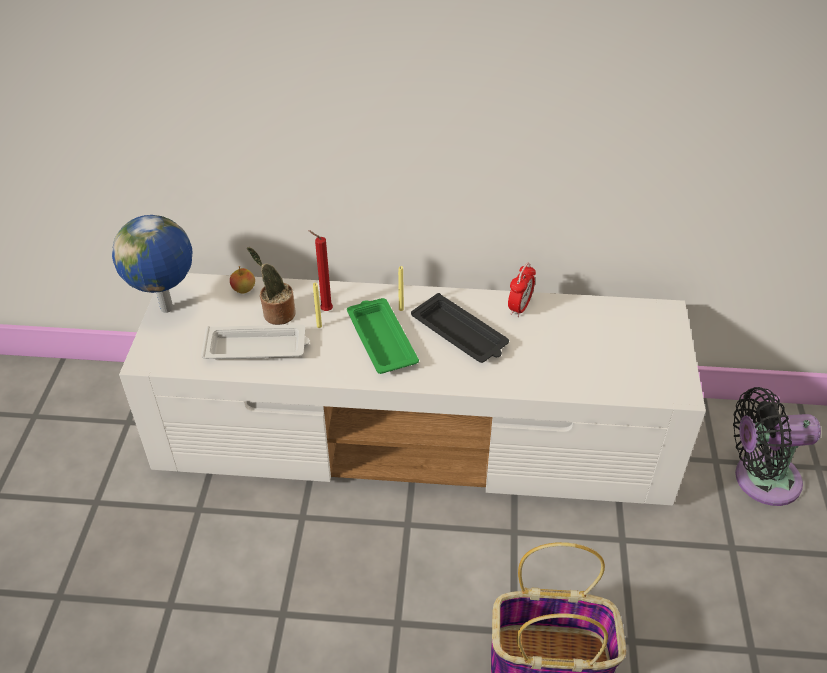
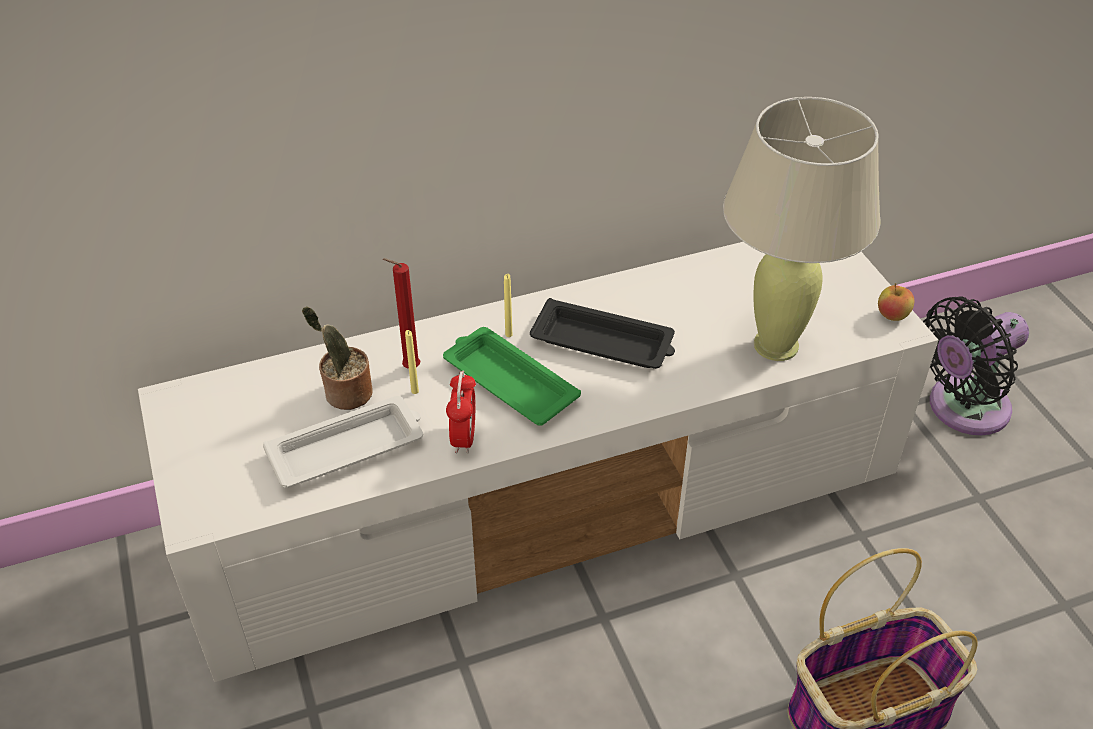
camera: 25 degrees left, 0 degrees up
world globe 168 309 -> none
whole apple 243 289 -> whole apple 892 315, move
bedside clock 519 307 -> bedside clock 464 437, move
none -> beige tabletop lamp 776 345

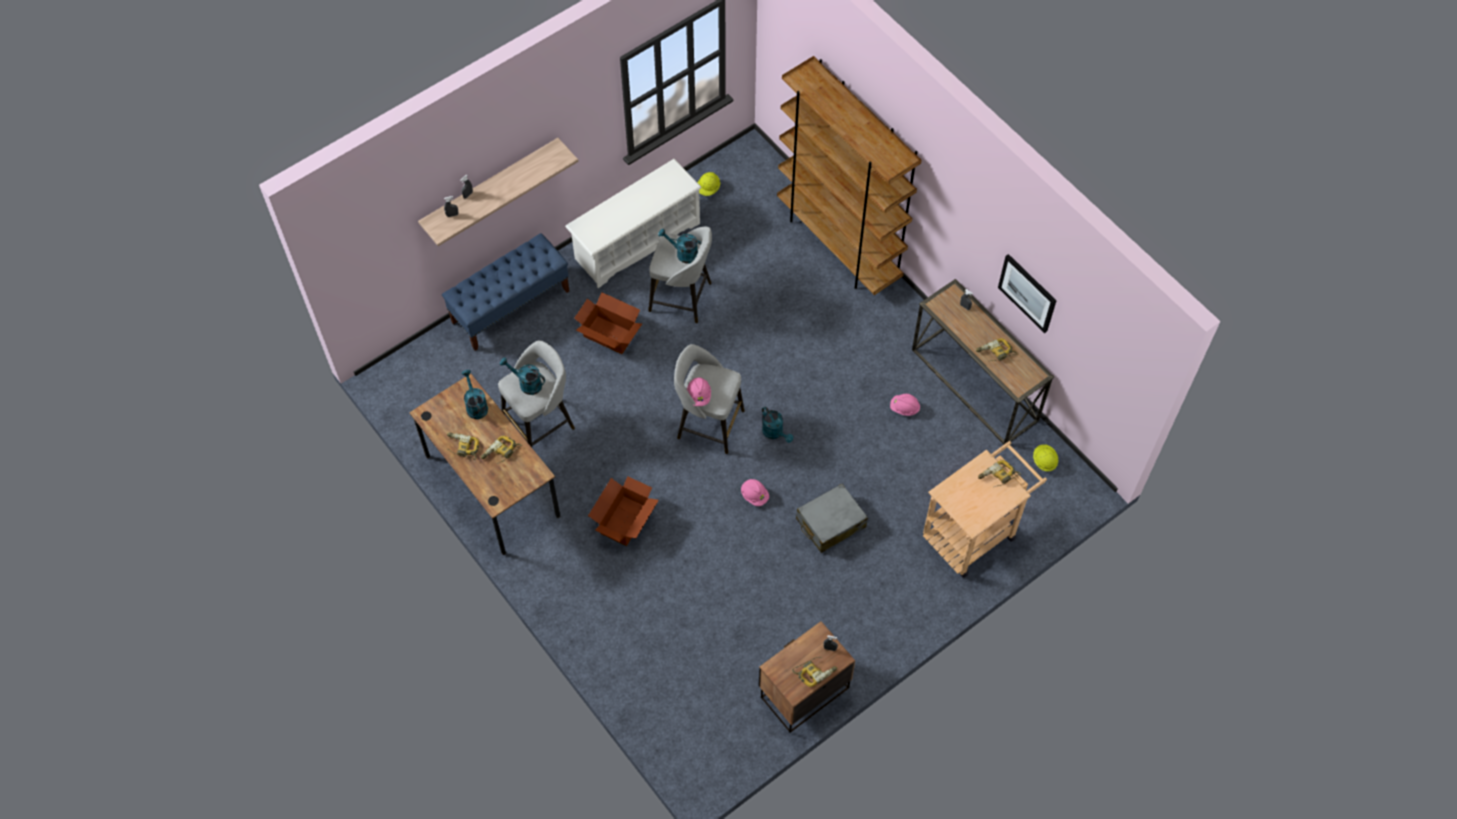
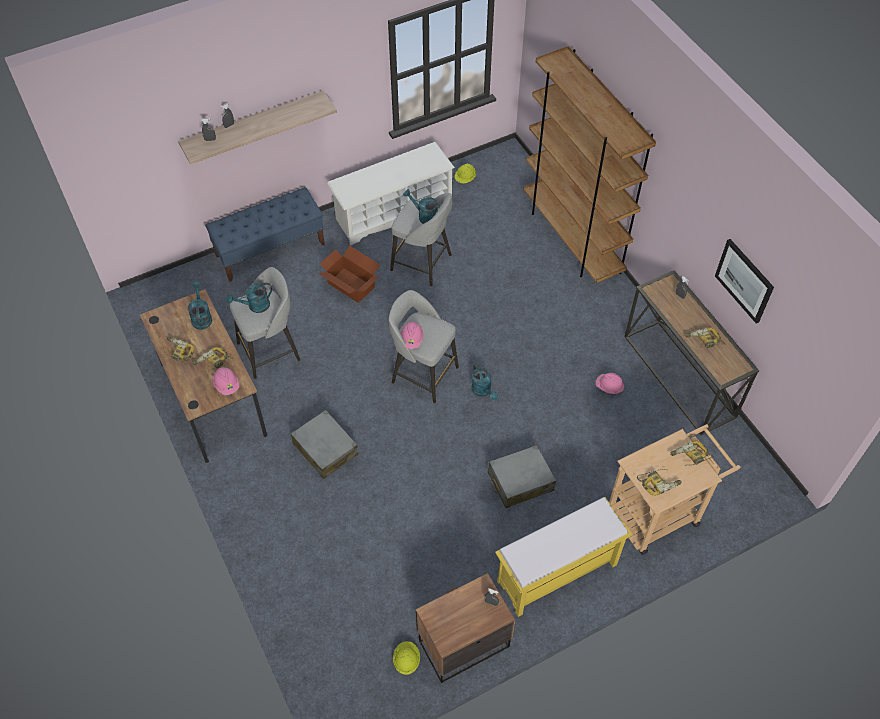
camera: 10 degrees right, 5 degrees down
blue-green watering can 526 383 -> blue-green watering can 255 306, 60 degrees counterclockwise
carton 624 521 -> gray suitcase 325 449
pink work helmet 754 495 -> pink work helmet 227 385, move
drill 815 671 -> drill 658 482, move
yellow-coloured work helmet 1044 461 -> yellow-coloured work helmet 406 660, move
none -> yellow-coloured long seat 556 574

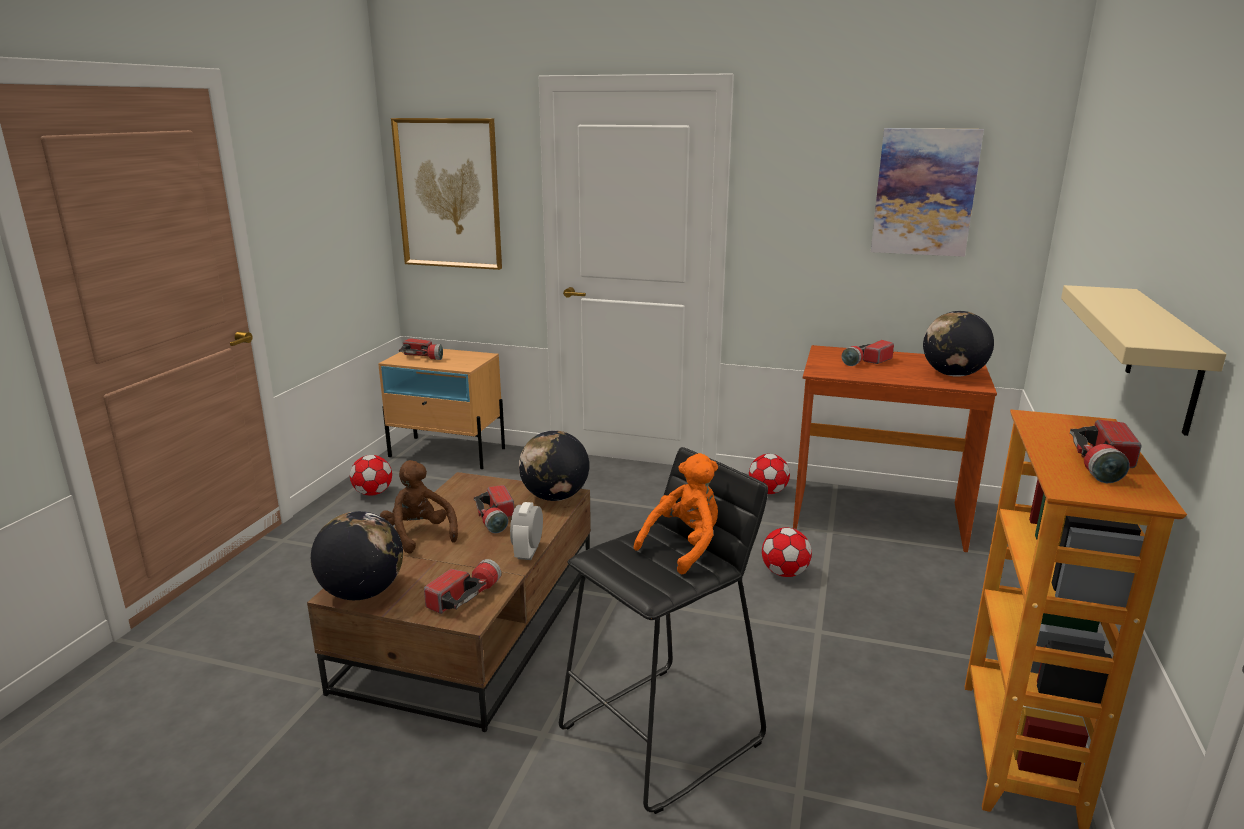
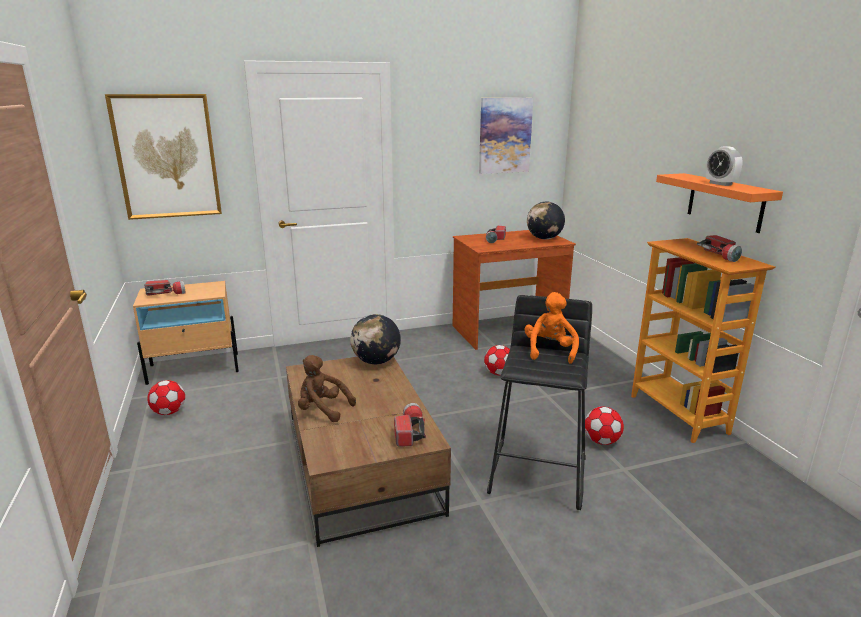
camera: 35 degrees left, 0 degrees up
world globe 362 592 -> none
flashlight 496 518 -> none
bedside clock 528 552 -> bedside clock 720 184, move
football 767 492 -> football 601 441, move
beige bracket shelf 1164 359 -> orangey bracket shelf 725 202

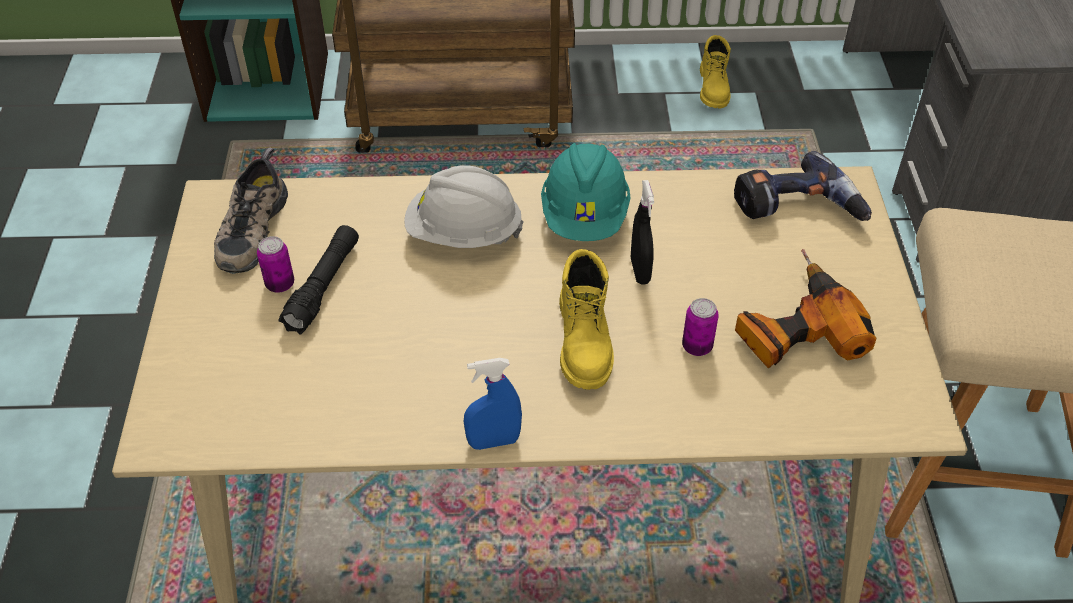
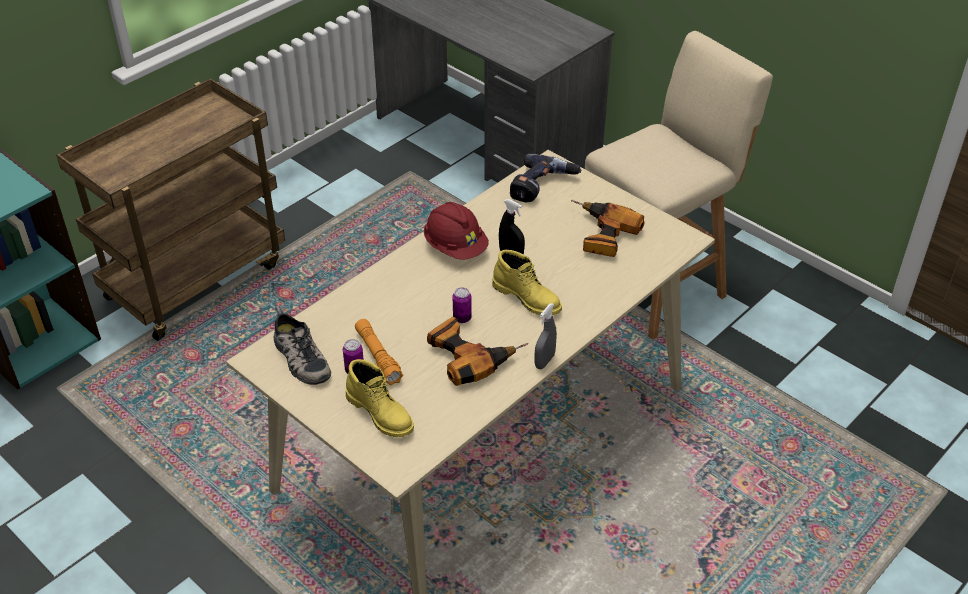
camera: 45 degrees left, 5 degrees down
black-coloured flashlight 323 287 -> orangey flashlight 378 357
white work helmet 463 233 -> none
bluish hand sprayer 493 441 -> gray hand sprayer 544 361
blue-green work helmet 585 216 -> reddish work helmet 455 247
metal can 697 346 -> metal can 462 318, move
yellow-coloured boot 714 89 -> yellow-coloured boot 381 413, move
none -> drill 470 355

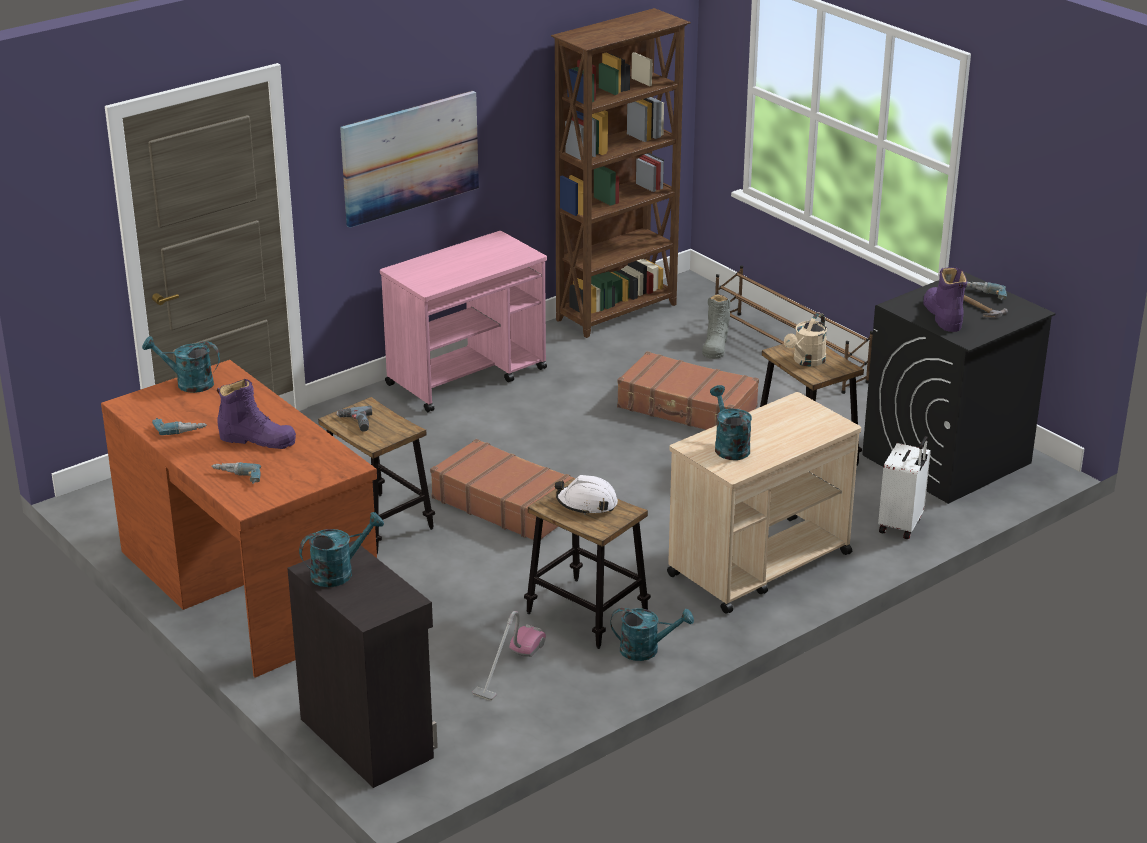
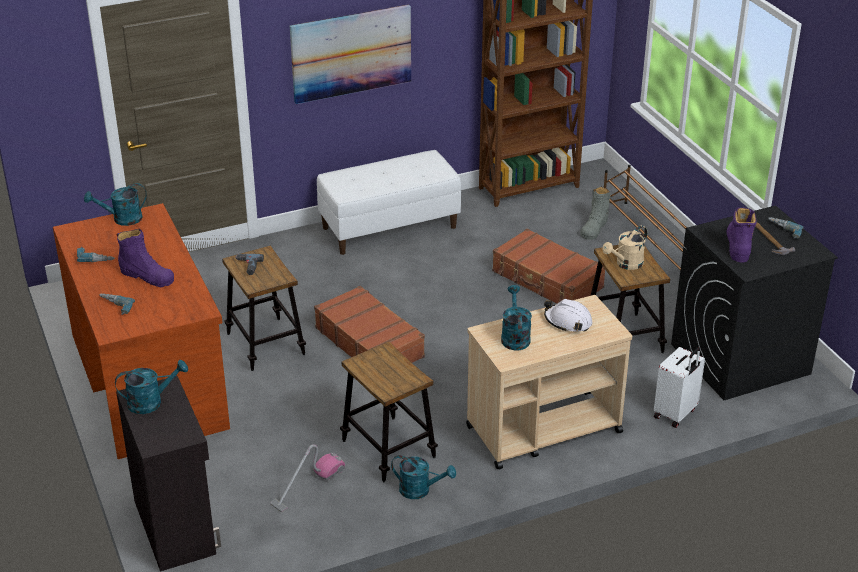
camera: 15 degrees right, 5 degrees up
blue-green watering can 188 383 -> blue-green watering can 122 219, 45 degrees counterclockwise
pink wheeled cart 468 376 -> white long seat 389 227
white work helmet 587 503 -> white work helmet 568 321, move

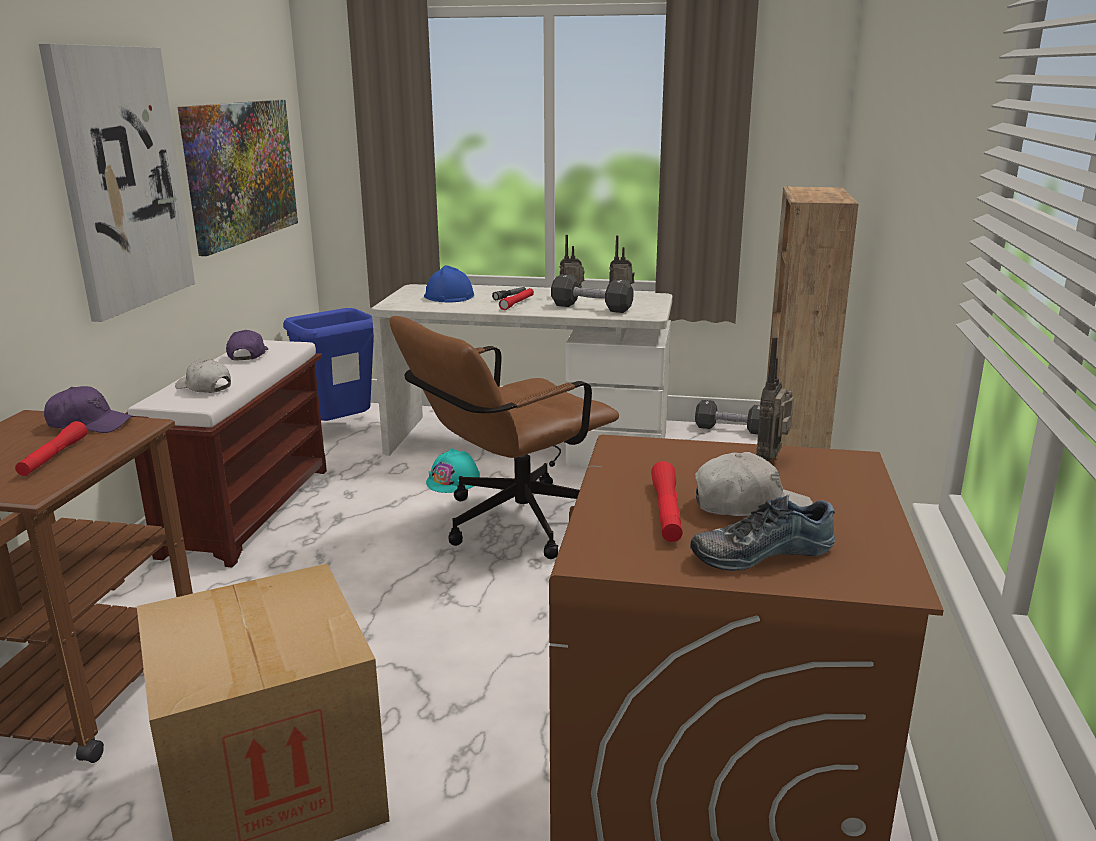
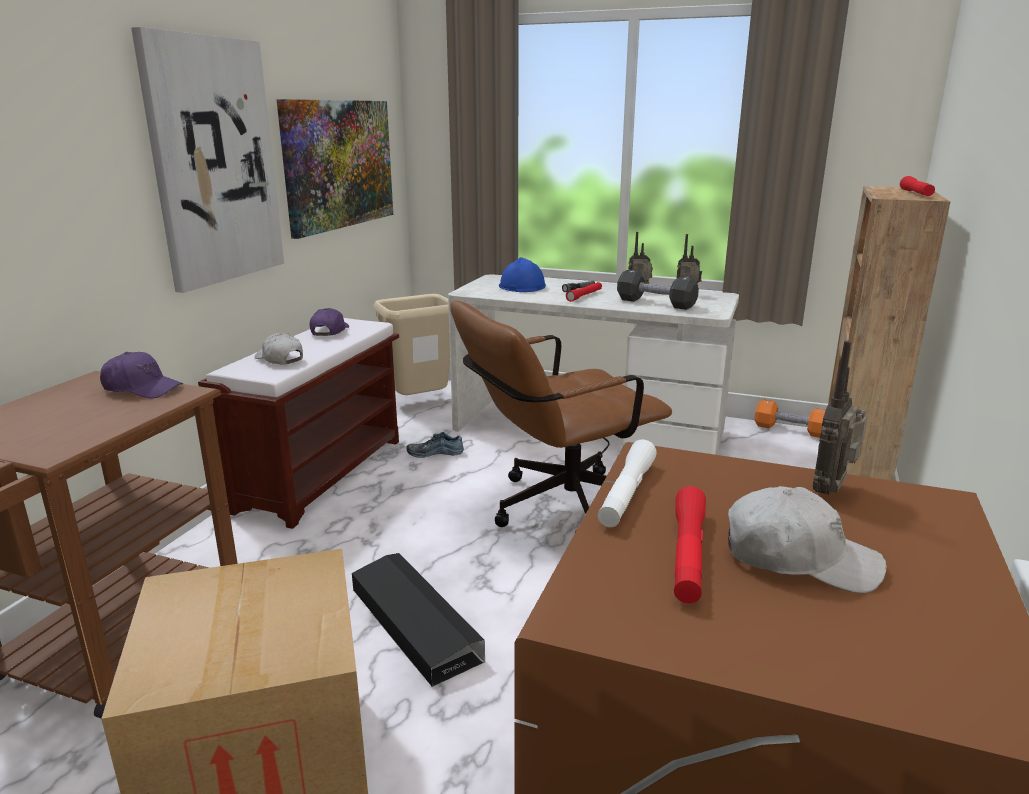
camera: 10 degrees right, 0 degrees up
reddish flashlight 53 457 -> reddish flashlight 916 194, move
bluish trash can 341 430 -> beige trash can 420 404
blue-green work helmet 453 481 -> none
item of footwear 759 551 -> item of footwear 435 452, move
black-coloured hand weight 731 429 -> orangey hand weight 790 430
none -> black-coloured storage bin 414 623
none -> white flashlight 626 493

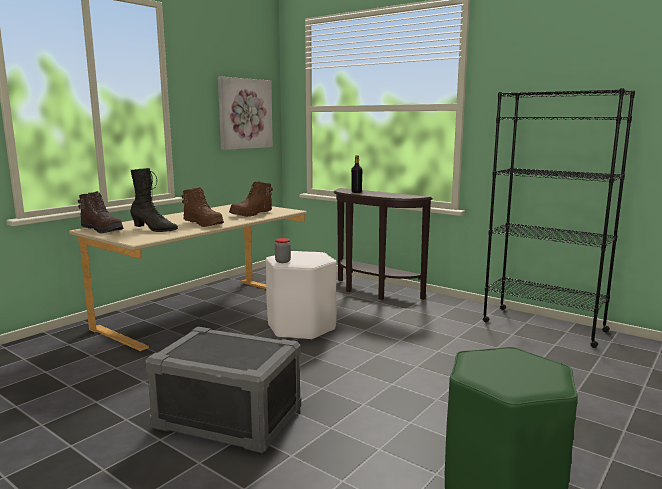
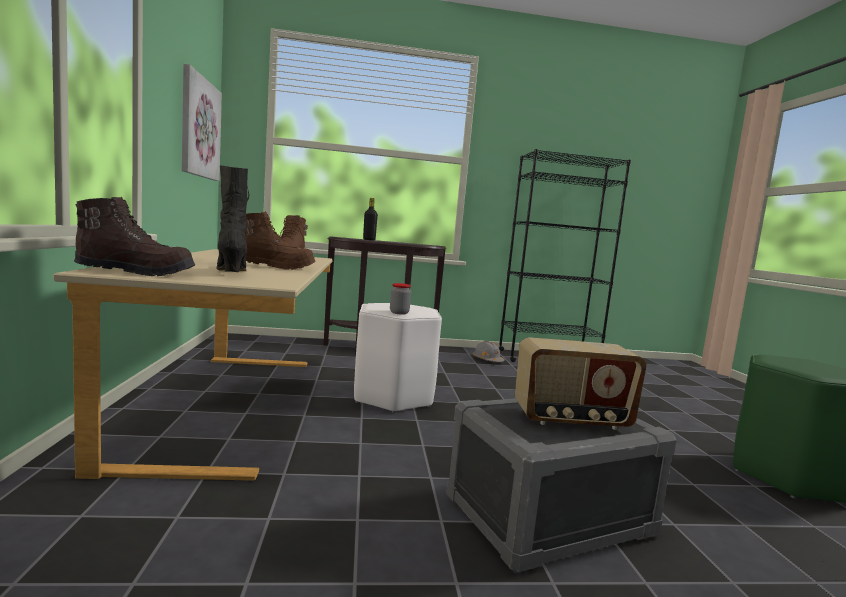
camera: 45 degrees left, 5 degrees down
black-coloured boot 154 229 -> black-coloured boot 231 272, 90 degrees counterclockwise
none -> gray work helmet 487 360
none -> radio set 571 419

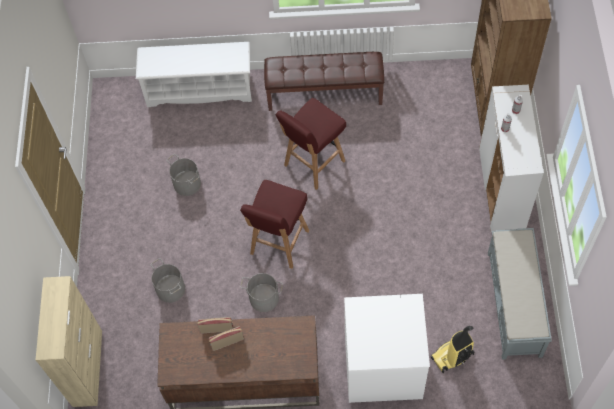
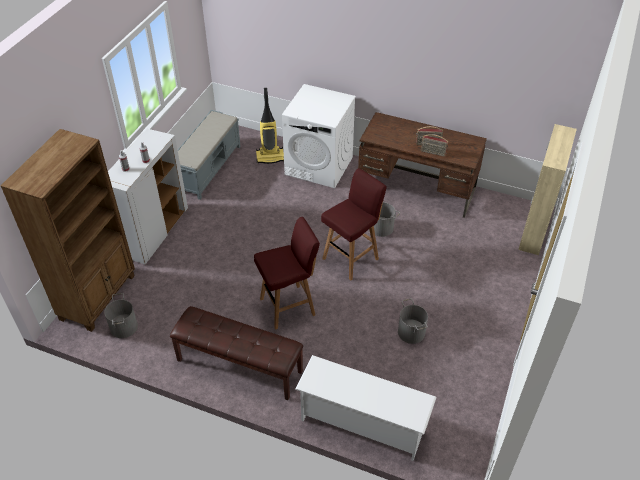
camera: 160 degrees left, 15 degrees down
gray bucket 171 289 -> gray bucket 123 327, move

